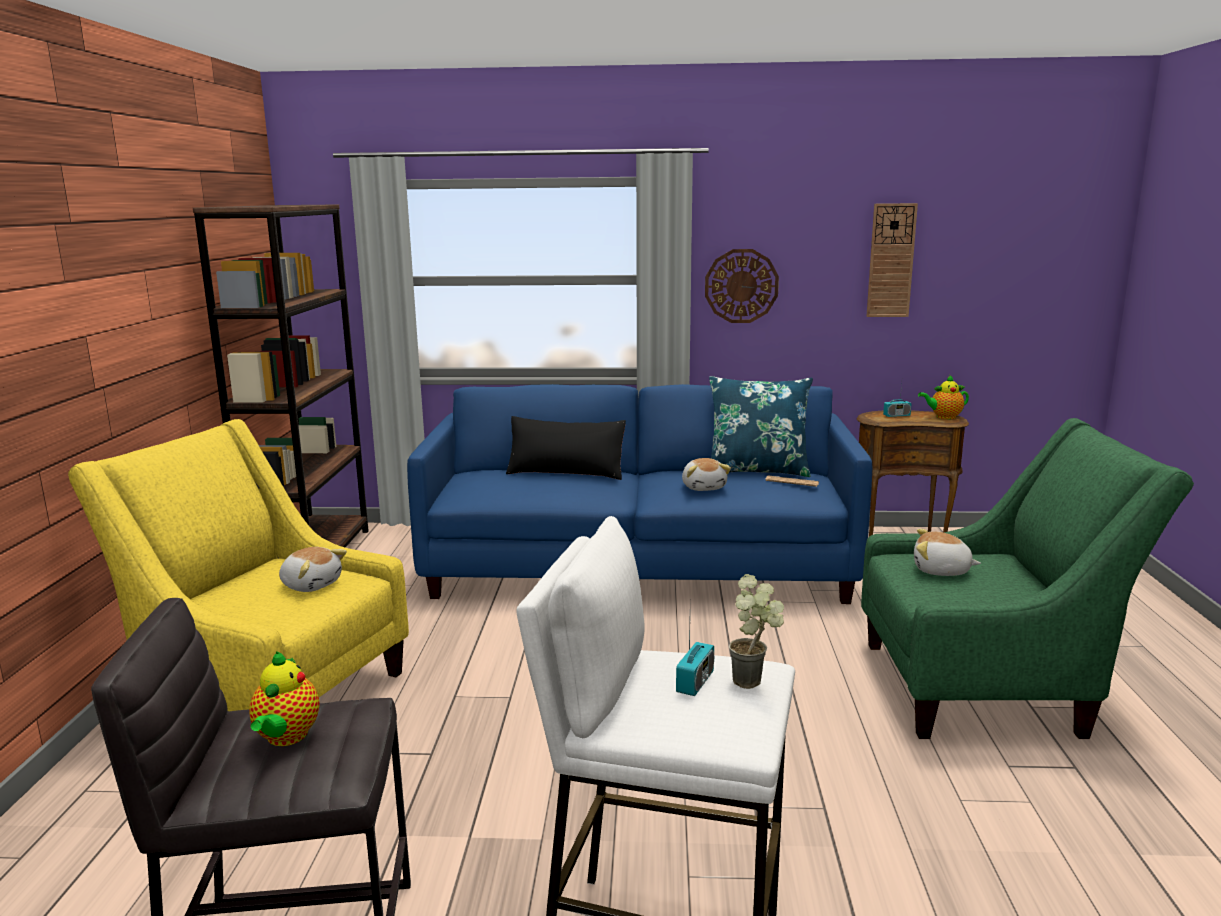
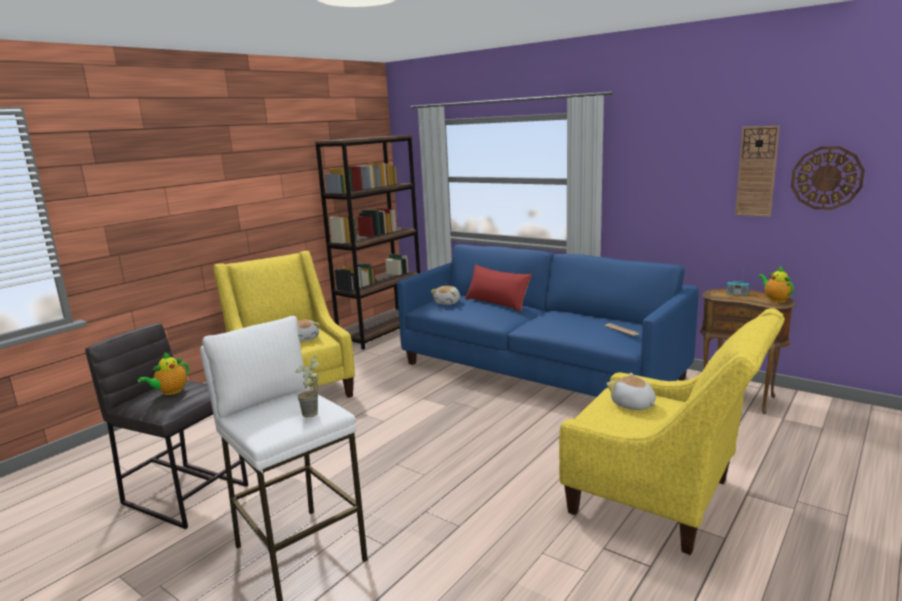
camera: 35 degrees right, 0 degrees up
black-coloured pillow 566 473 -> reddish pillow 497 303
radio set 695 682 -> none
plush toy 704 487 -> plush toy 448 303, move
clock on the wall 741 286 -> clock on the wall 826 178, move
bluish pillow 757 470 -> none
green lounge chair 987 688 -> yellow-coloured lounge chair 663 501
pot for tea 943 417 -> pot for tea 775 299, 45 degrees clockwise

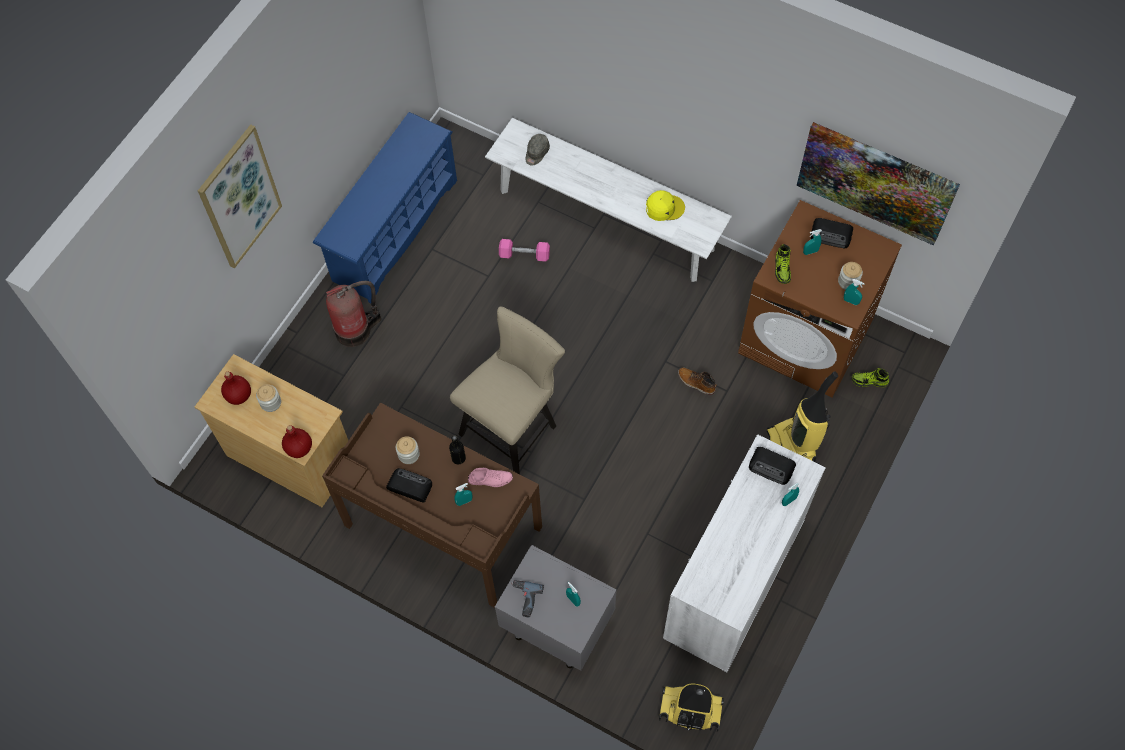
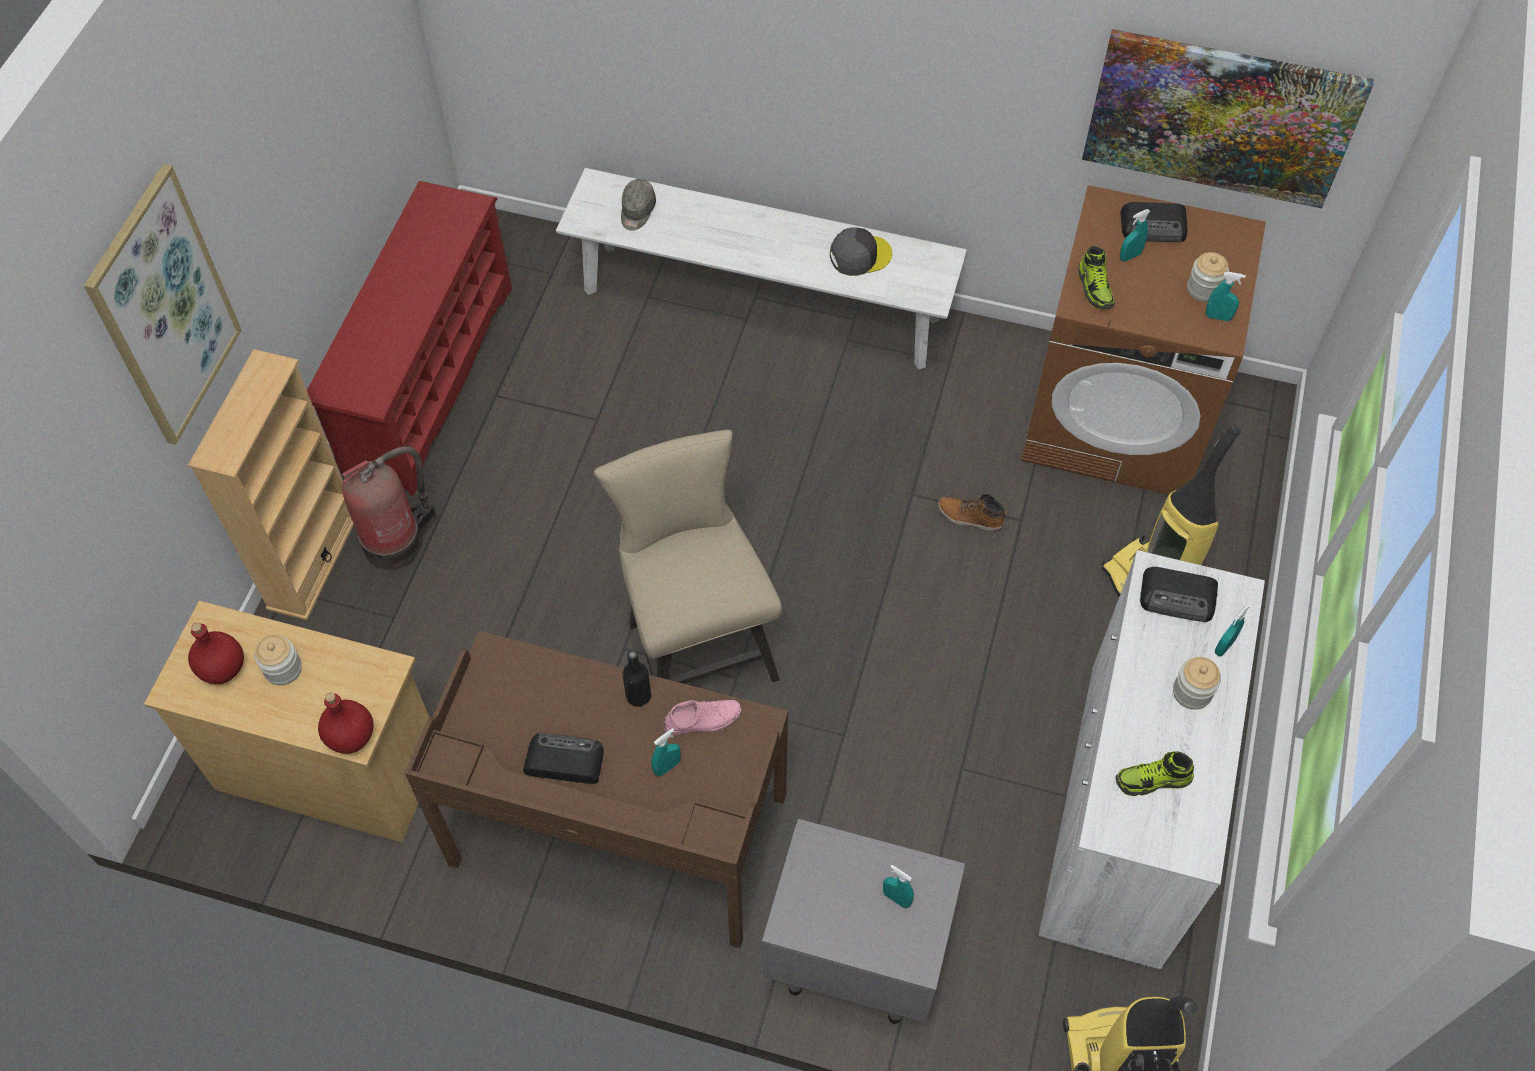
camera: 15 degrees left, 5 degrees down
bluish shoe rack 394 230 -> reddish shoe rack 427 378
jar 408 454 -> jar 1192 692, move
beige upright chair 513 426 -> beige upright chair 696 642, 45 degrees counterclockwise
pink hand weight 524 255 -> none
drill 524 599 -> none
yellow-coloured peaked cap 664 208 -> gray peaked cap 859 255
item of footwear 869 381 -> item of footwear 1152 781, move
none -> beige shelving unit 313 560

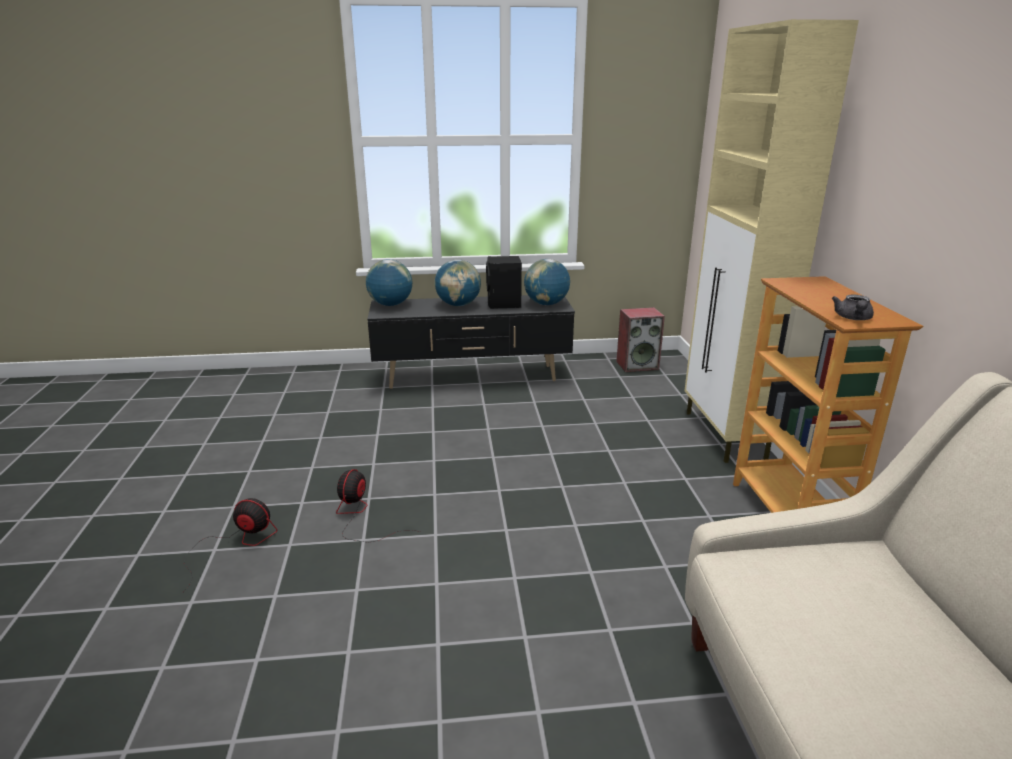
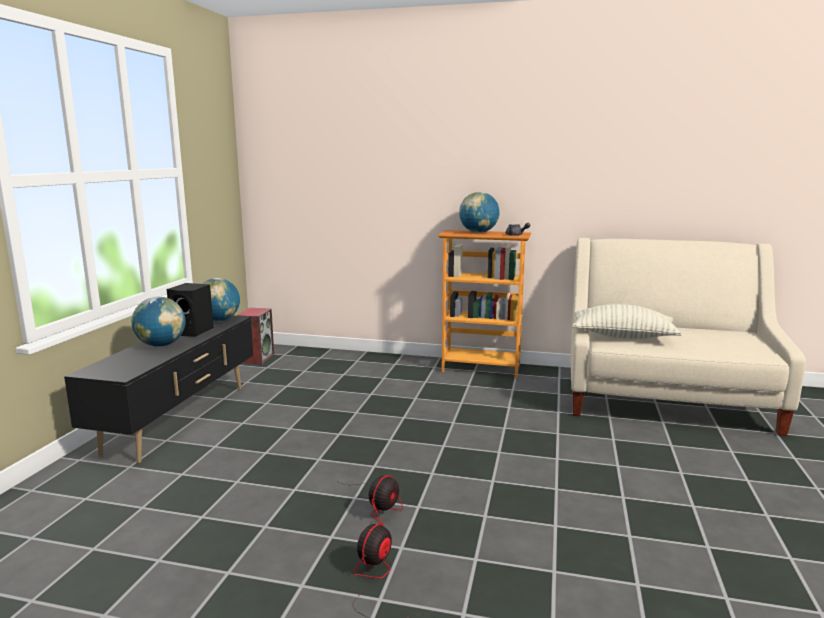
camera: 70 degrees left, 10 degrees down
electric fan 360 516 -> electric fan 381 504, 90 degrees counterclockwise
world globe 390 304 -> world globe 478 232, move
beige cupboard 725 436 -> none
none -> pillow 622 336

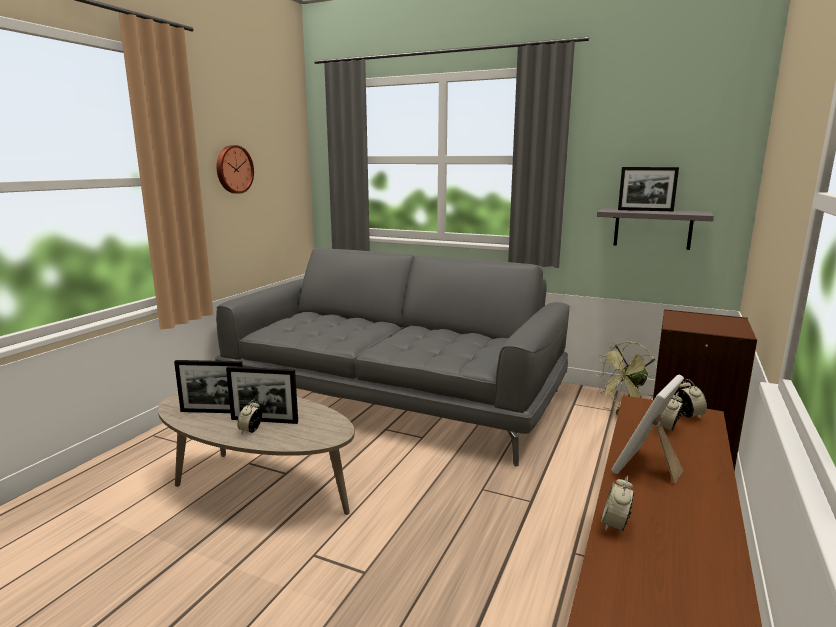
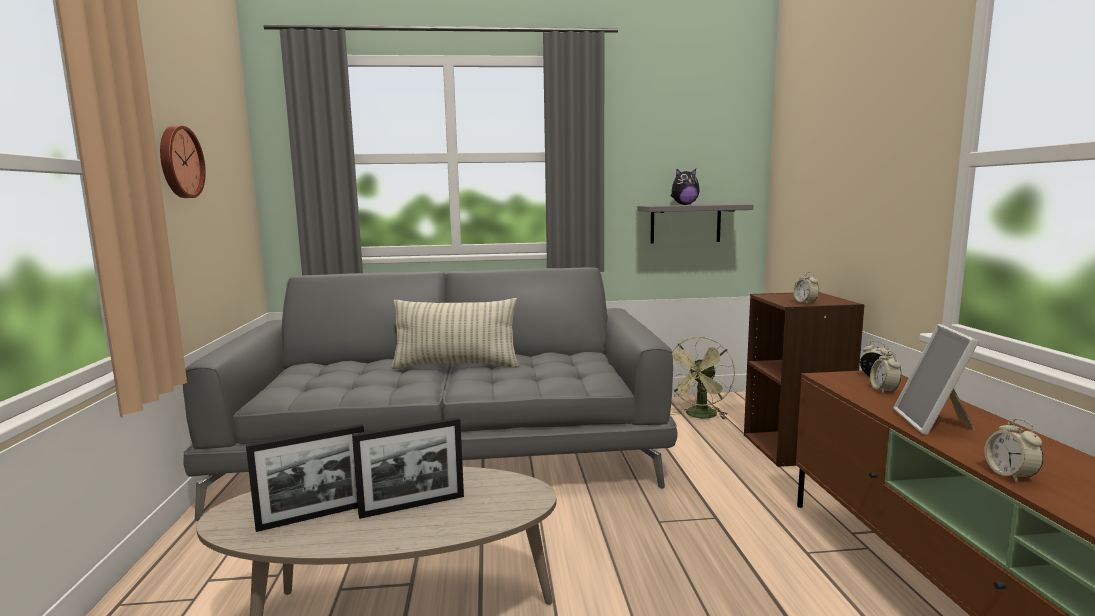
camera: 30 degrees left, 5 degrees down
bedside clock 251 430 -> bedside clock 805 303, move
standing frame 645 210 -> plush toy 684 204
none -> pillow 456 366

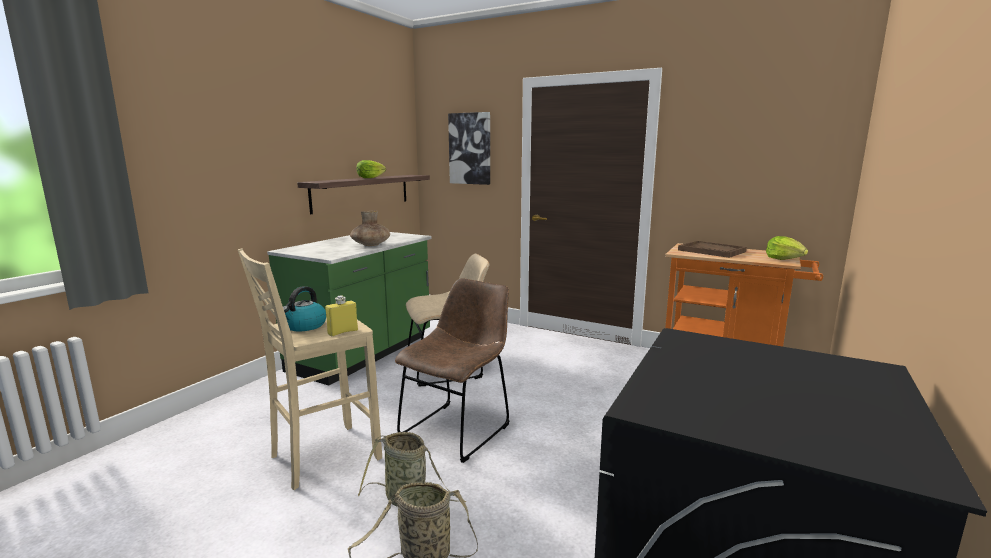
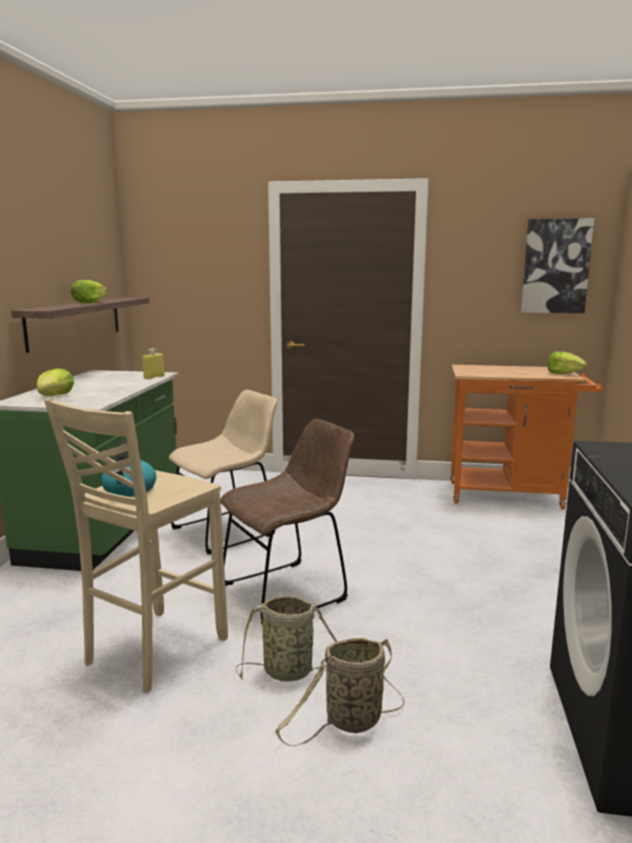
camera: 20 degrees left, 0 degrees up
yellow-coloured beverage bottle 343 332 -> yellow-coloured beverage bottle 154 377, move
brownish flower vase 370 245 -> none
brownish upright chair 458 428 -> brownish upright chair 289 591, 45 degrees clockwise
wall art 470 148 -> wall art 555 266, move
brownish serving tray 711 251 -> none
none -> lettuce head 55 396

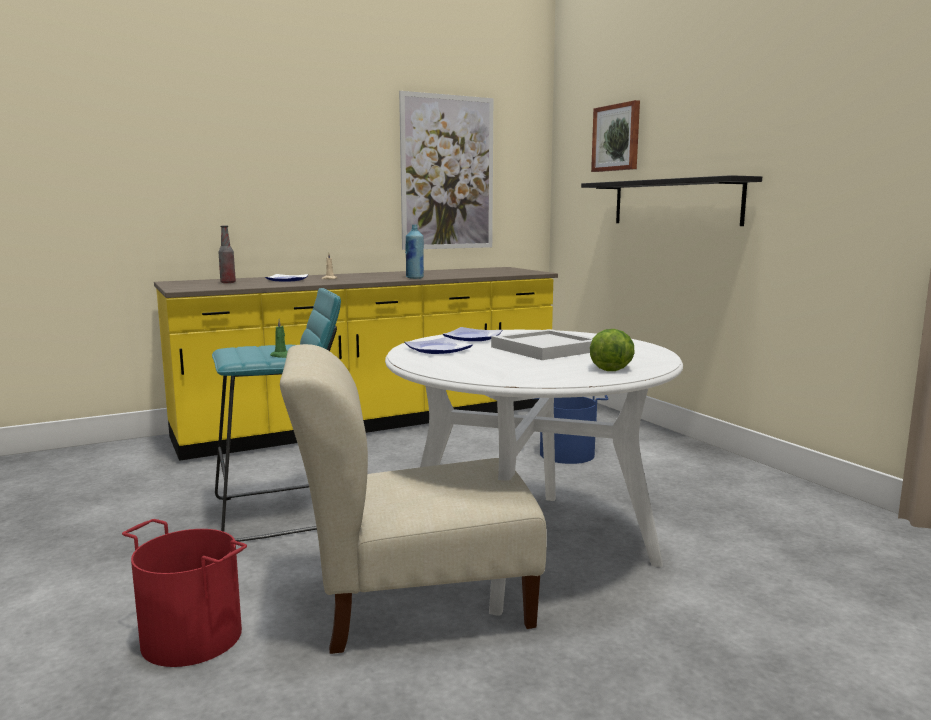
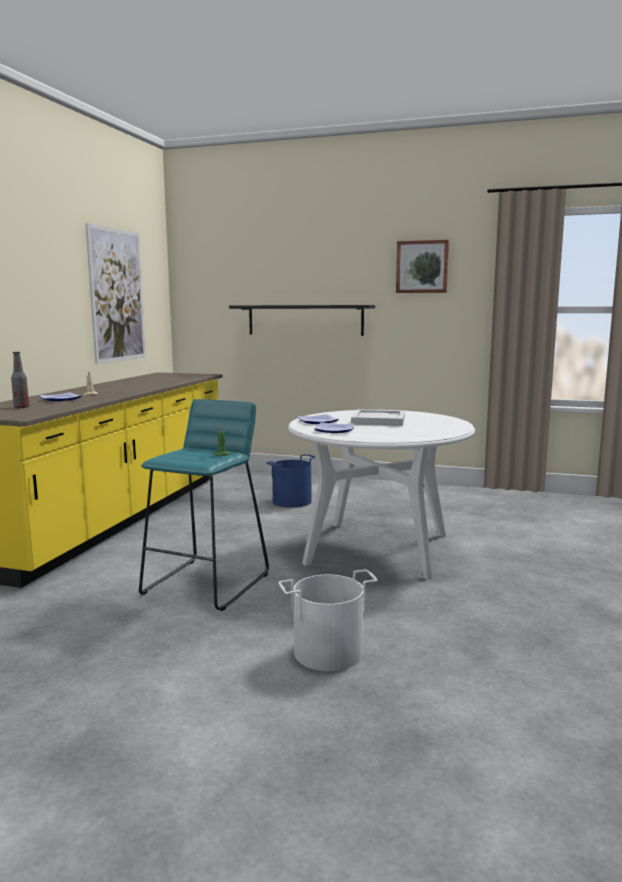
camera: 45 degrees left, 0 degrees up
reddish bucket 193 636 -> white bucket 327 651
beige upright chair 413 601 -> none
bluish beverage bottle 415 278 -> none
lettuce head 610 366 -> none
wall art 617 138 -> wall art 422 267, move

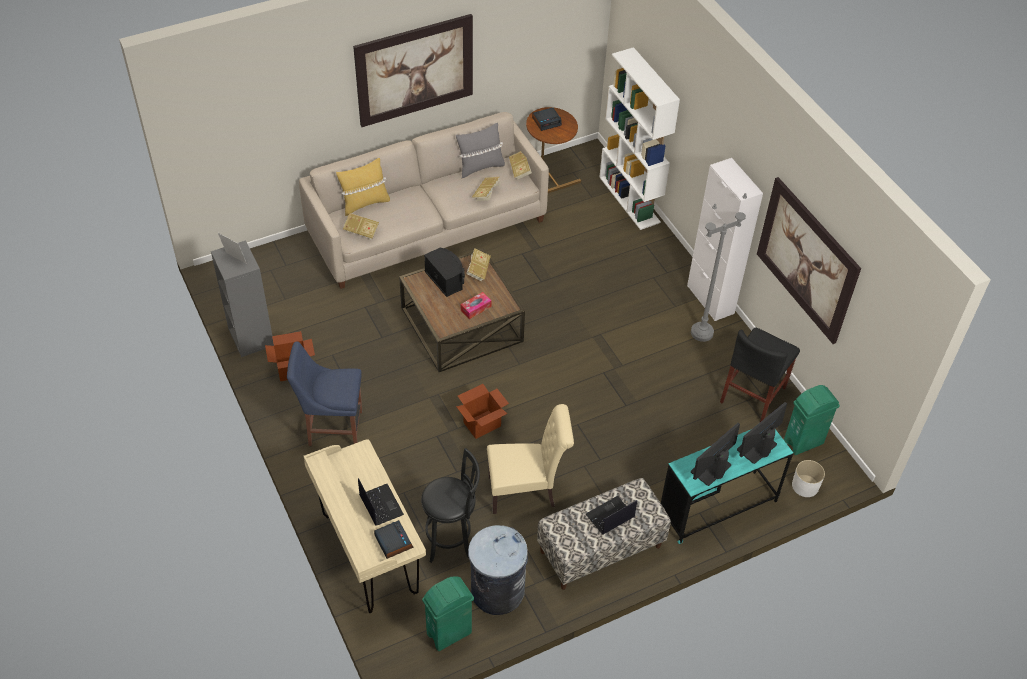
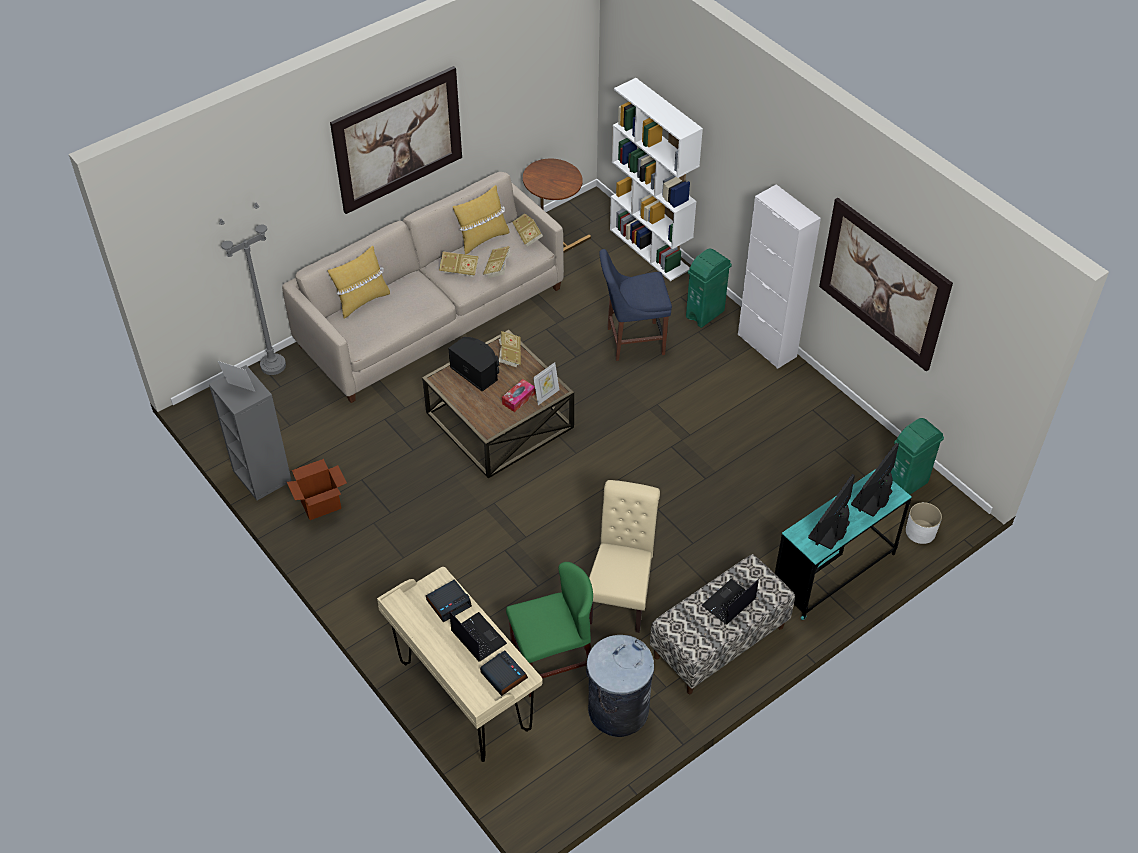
camera: 10 degrees left, 0 degrees up
bluish upright chair 332 428 -> bluish upright chair 632 341, move
volume 362 232 -> volume 459 270, move
black-coloured stool seat 451 540 -> green upright chair 552 663
green trash can 449 633 -> green trash can 705 314, move
gray pillow 480 167 -> yellow-coloured pillow 482 239
carton 482 424 -> none
beige upright chair 526 491 -> beige upright chair 621 594, 60 degrees counterclockwise
bedside clock 546 121 -> bedside clock 449 603, move
gray floor lamp 702 332 -> gray floor lamp 273 365, move
black-coloured upright chair 753 395 -> none
none -> standing frame 546 396

